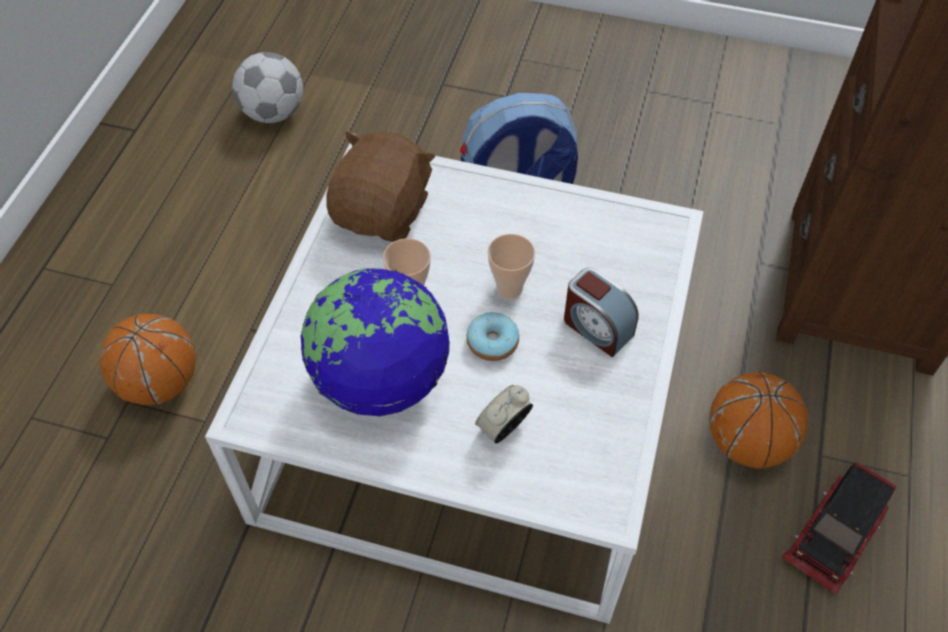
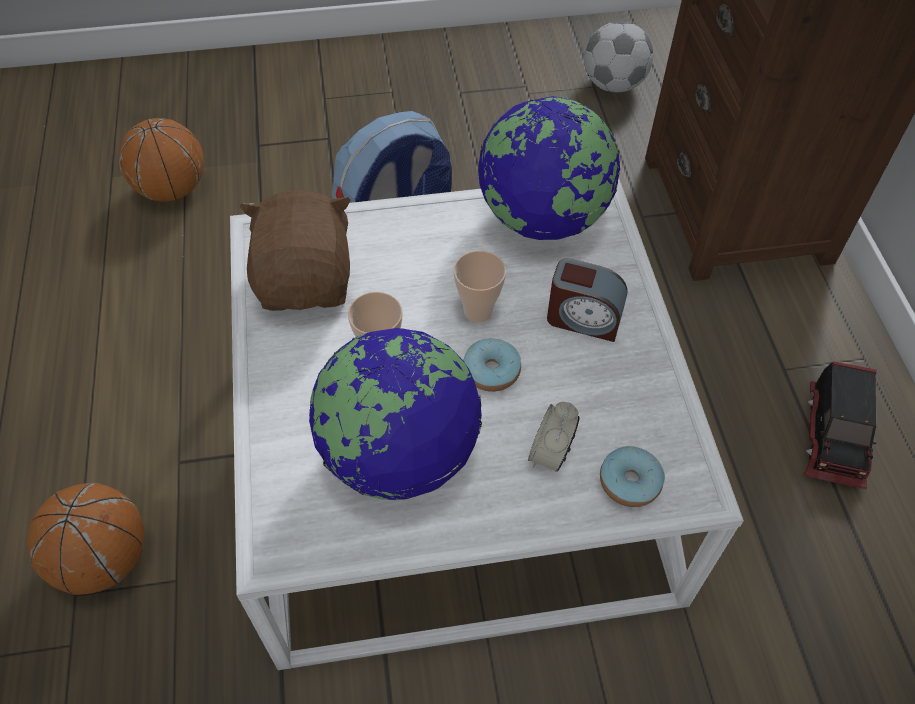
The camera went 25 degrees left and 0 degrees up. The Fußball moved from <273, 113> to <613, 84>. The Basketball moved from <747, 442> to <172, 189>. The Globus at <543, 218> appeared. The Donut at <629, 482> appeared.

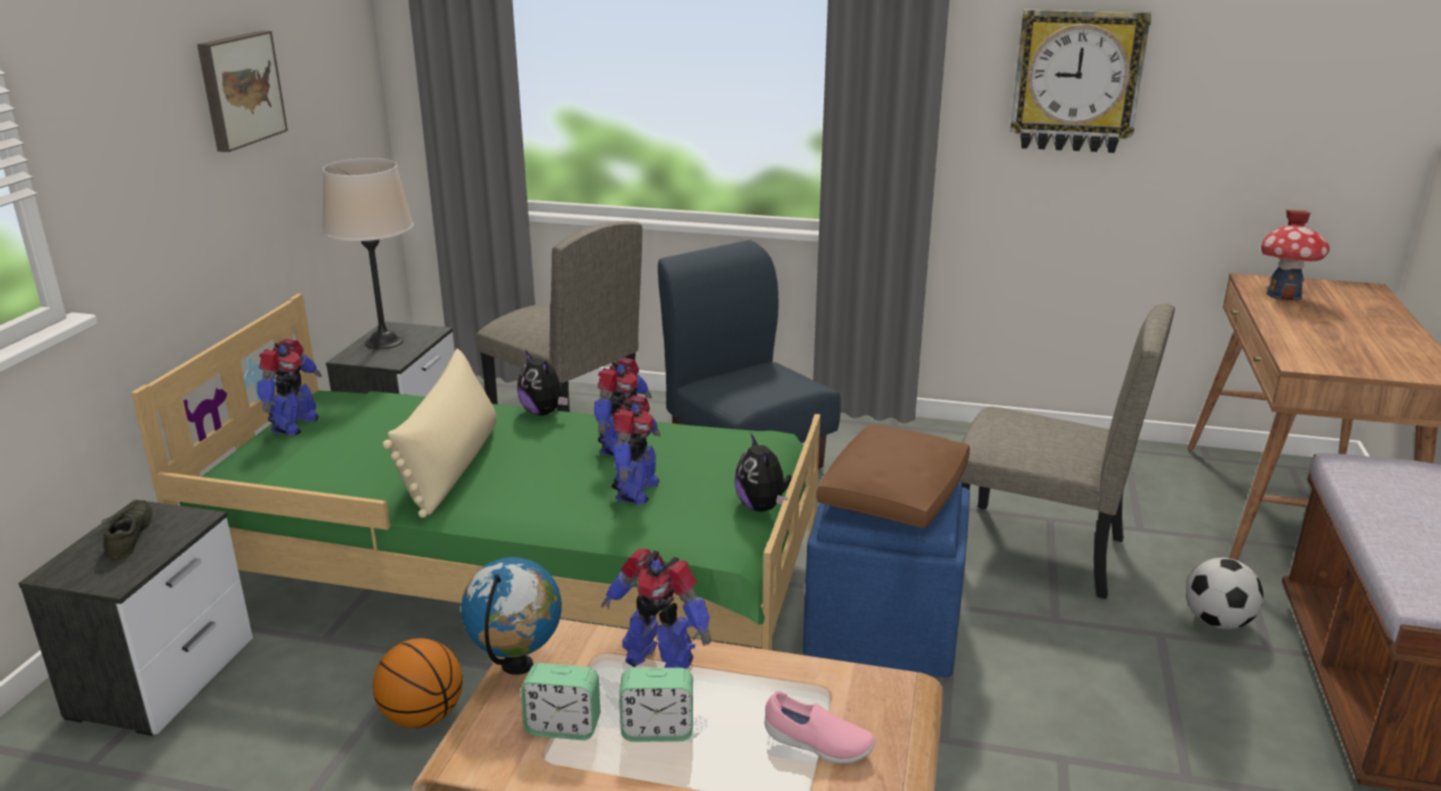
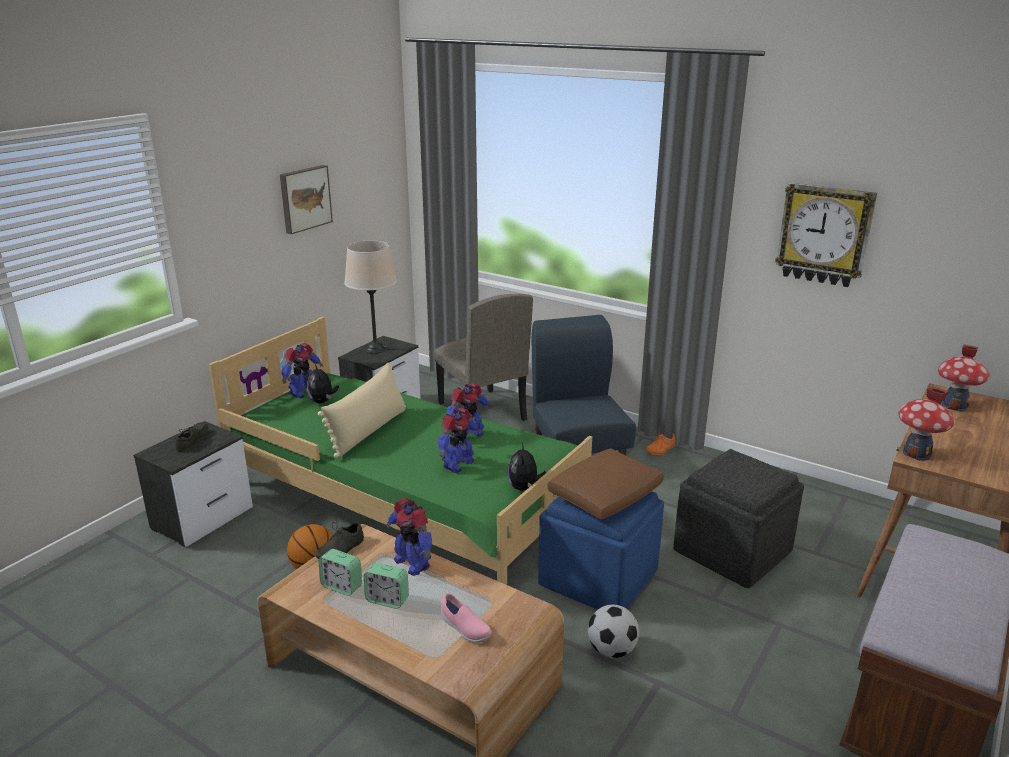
The camera went 20 degrees right and 0 degrees up. The Globus at <517, 666> was replaced by the Schuh (grau) at <339, 549>. The Plüschtier moved from <544, 412> to <322, 401>. The Stuhl (beige) at <1038, 550> was replaced by the Polsterhocker (grau) at <732, 552>. The Fußball moved from <1217, 622> to <612, 650>. The Schuh (orange) at <659, 449> appeared. The Spielzeughaus at <917, 453> appeared.

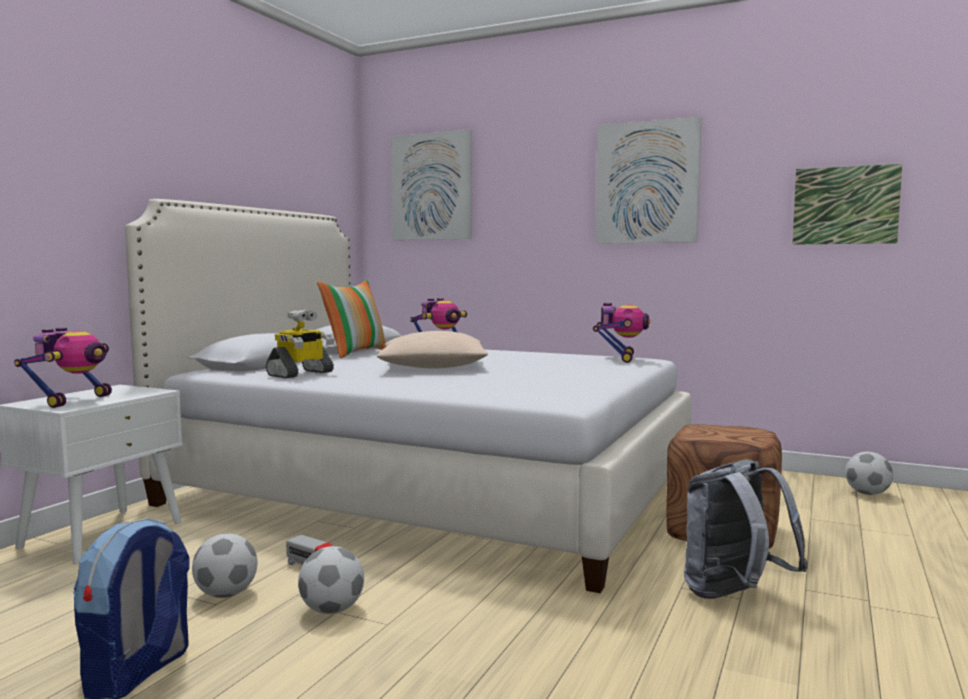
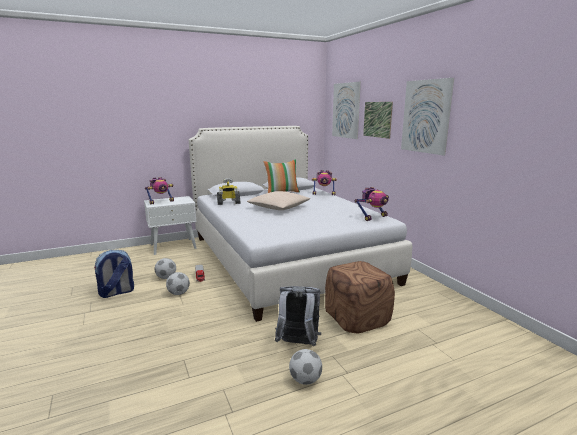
The camera went 40 degrees right and 10 degrees up. The Bild moved from <845, 205> to <377, 119>. The Fußball moved from <867, 493> to <305, 380>.

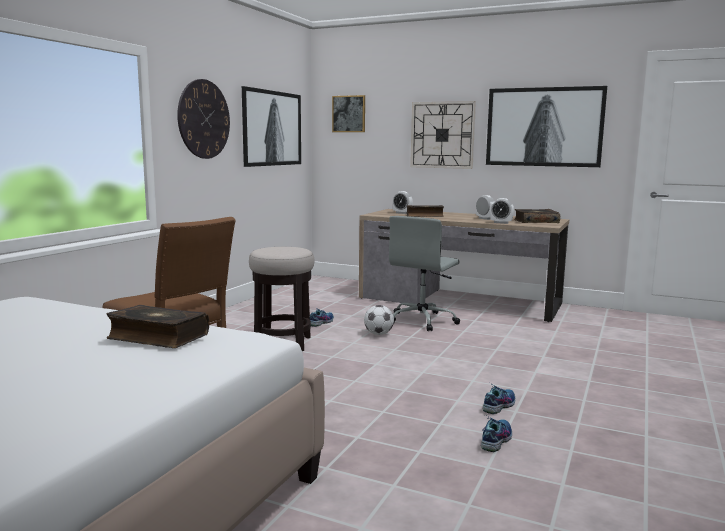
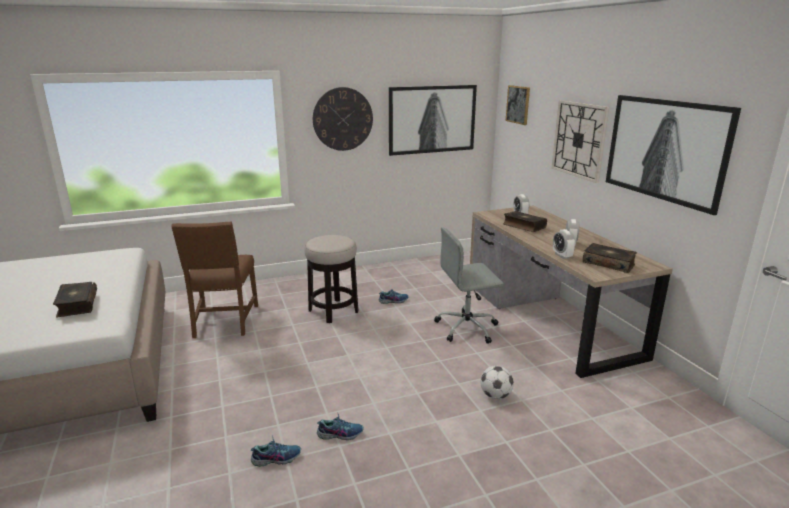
The camera went 45 degrees right and 10 degrees up. The Fußball moved from <378, 334> to <495, 395>.

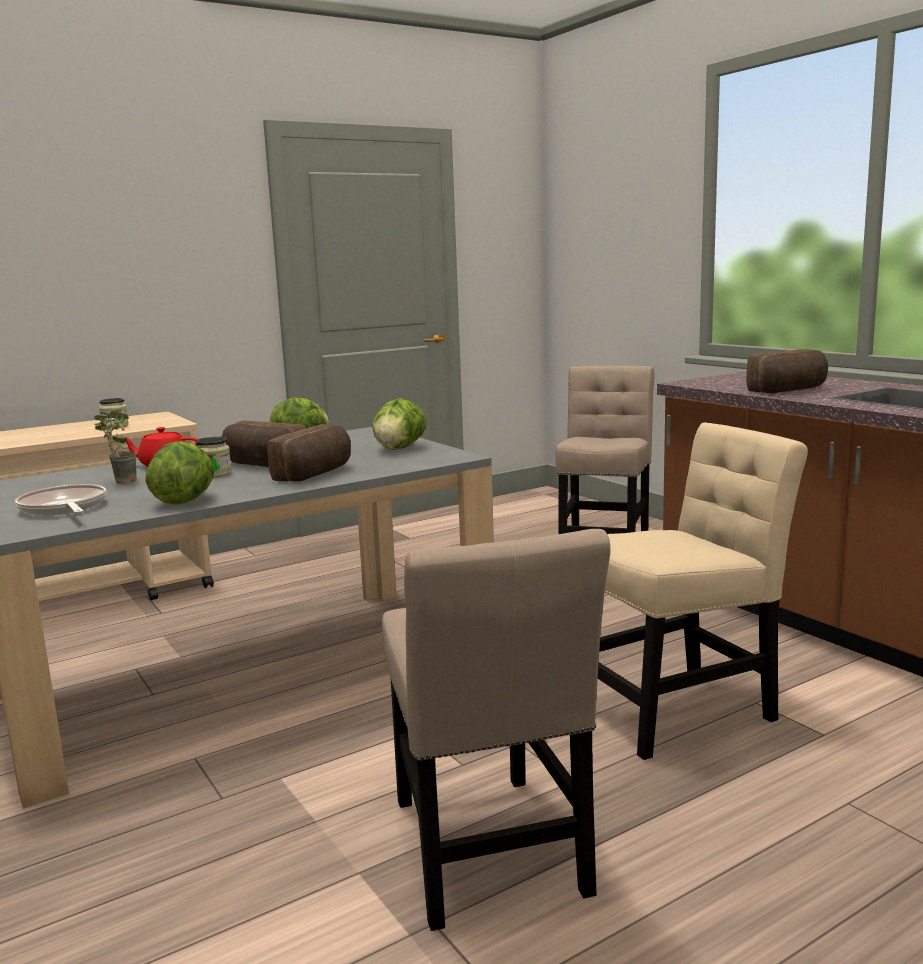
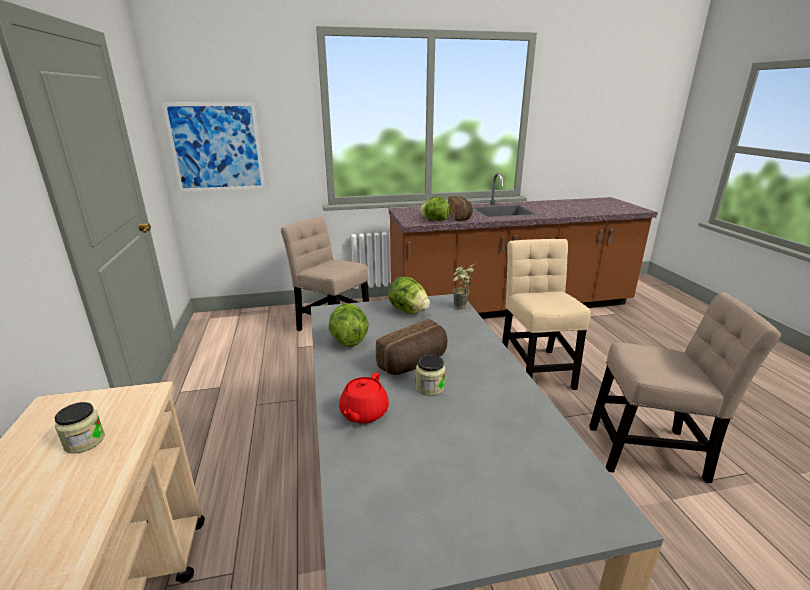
The camera went 70 degrees left and 10 degrees up. The Pfanne at <63, 508> disappeared. The Topfpflanze moved from <119, 482> to <460, 308>. The Salatkopf moved from <185, 501> to <434, 220>. The Brot at <316, 474> disappeared. The Bild at <216, 147> appeared.

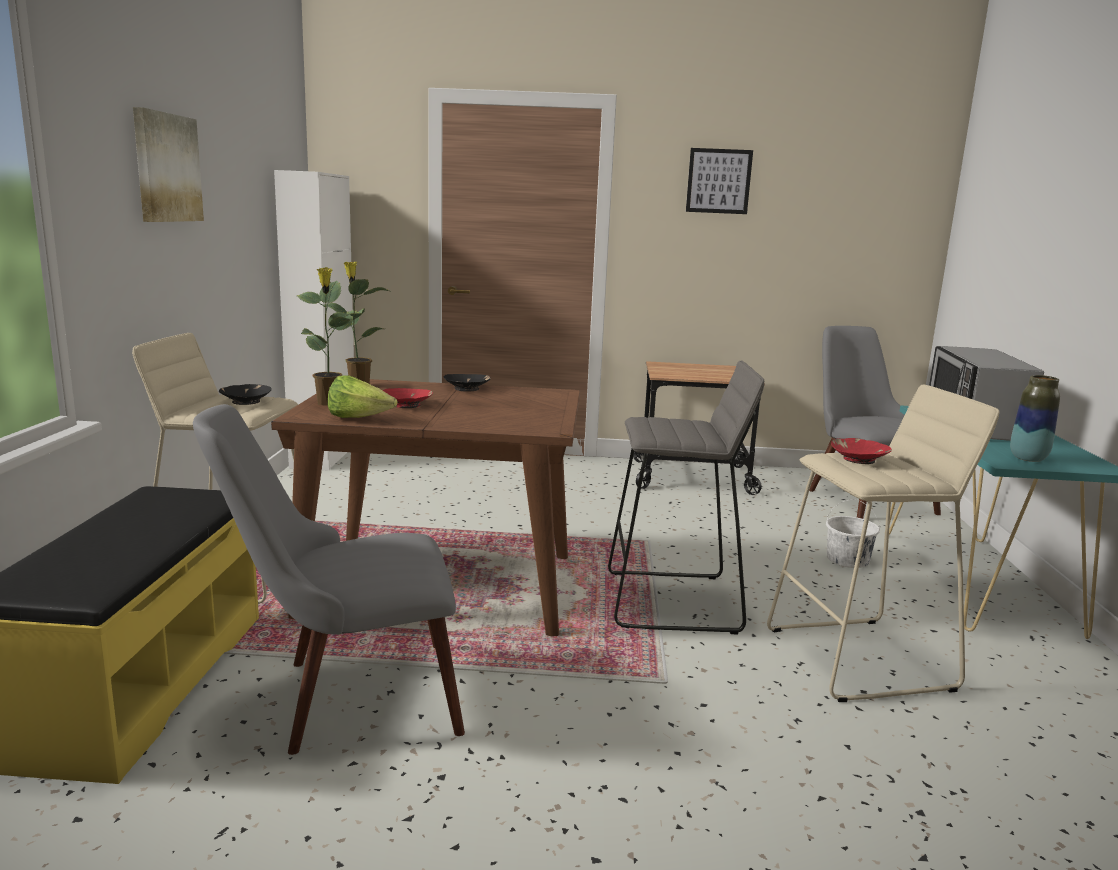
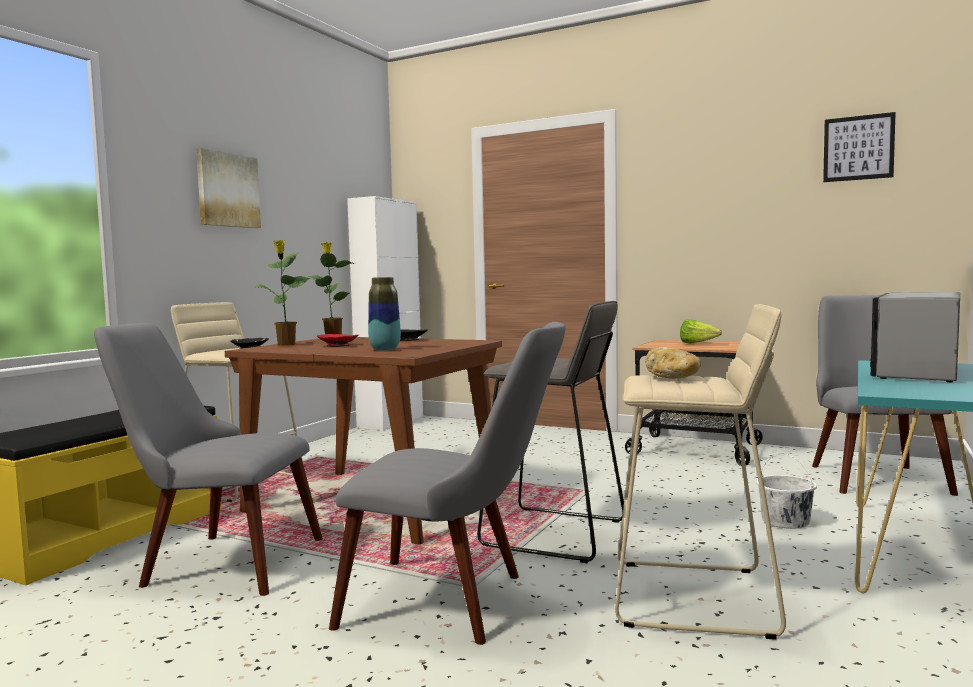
The camera went 25 degrees right and 10 degrees down. The Salatkopf moved from <359, 419> to <697, 344>. The Bild moved from <718, 181> to <858, 148>. The Schüssel (rot) at <859, 459> was replaced by the Brot at <673, 377>. The Vase moved from <1028, 458> to <385, 349>. The Stuhl (grau) at <457, 601> appeared.

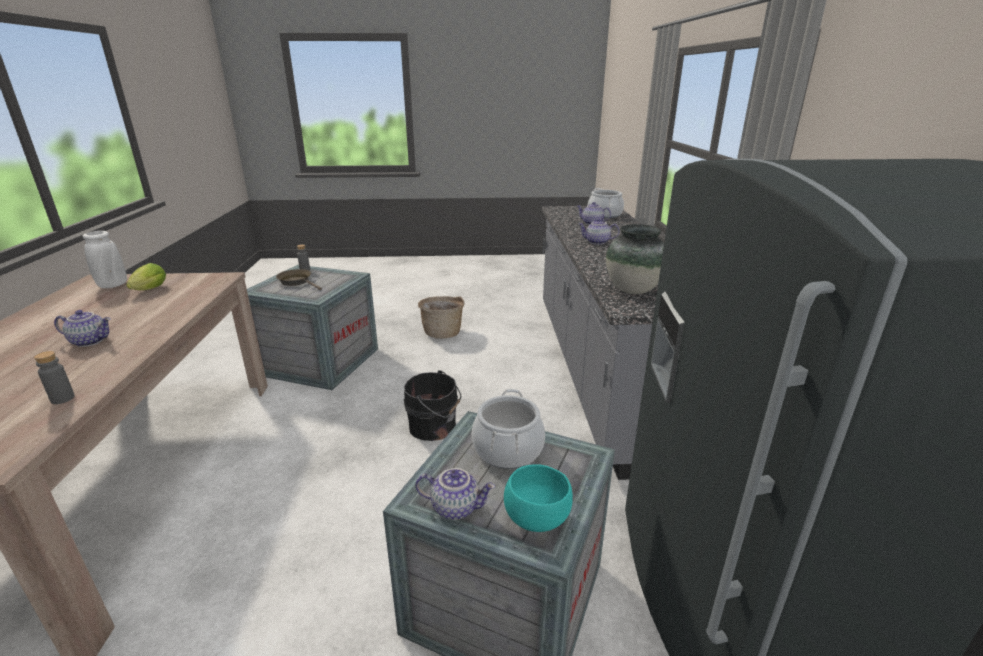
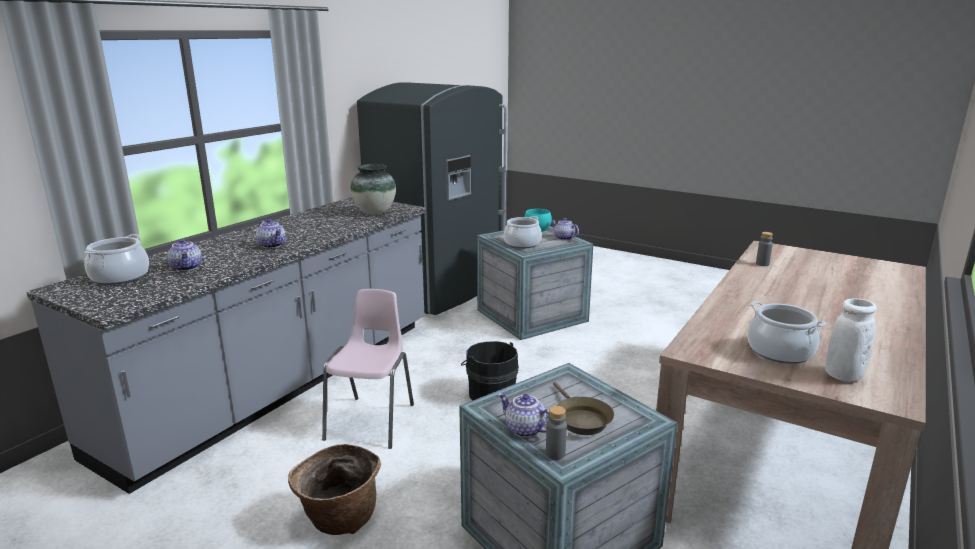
The camera went 145 degrees left and 5 degrees down. The Teekanne moved from <91, 341> to <524, 430>. The Salatkopf at <148, 290> was replaced by the Kochtopf at <780, 351>. The Stuhl (rosa) at <372, 421> appeared.

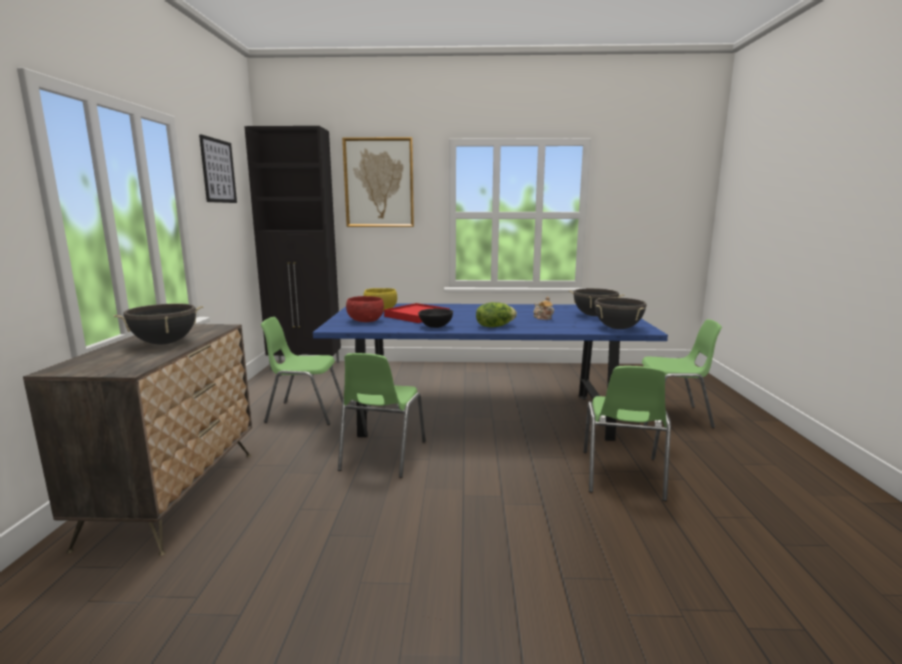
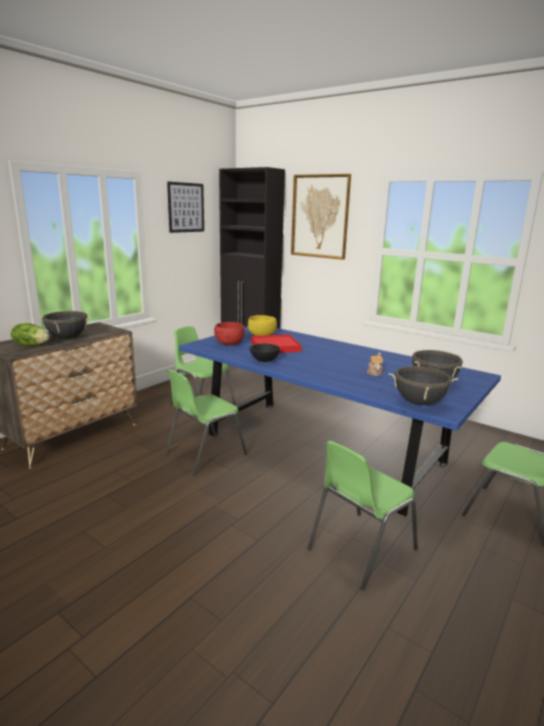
The camera went 35 degrees right and 5 degrees up. The Salatkopf moved from <494, 326> to <31, 345>.

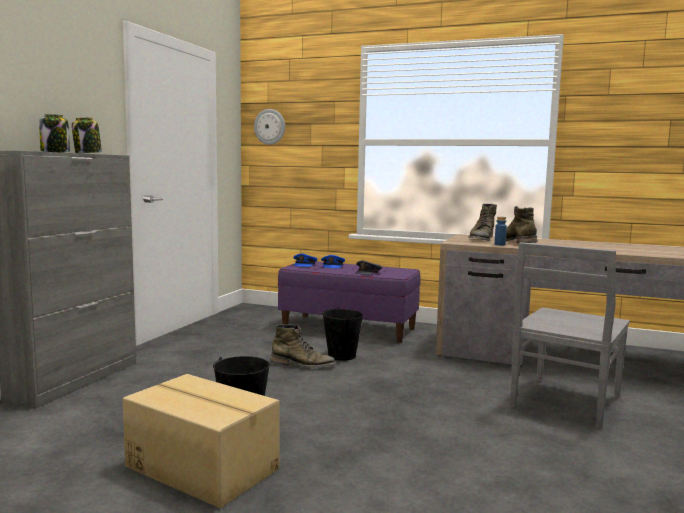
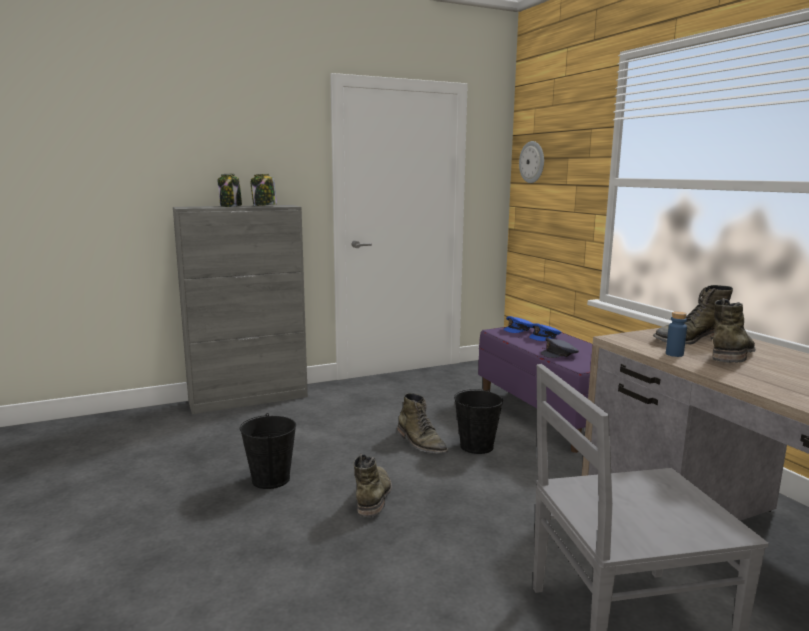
The camera went 45 degrees right and 5 degrees up. The Karton at <203, 467> disappeared. The Stiefel (grün) at <373, 496> appeared.

